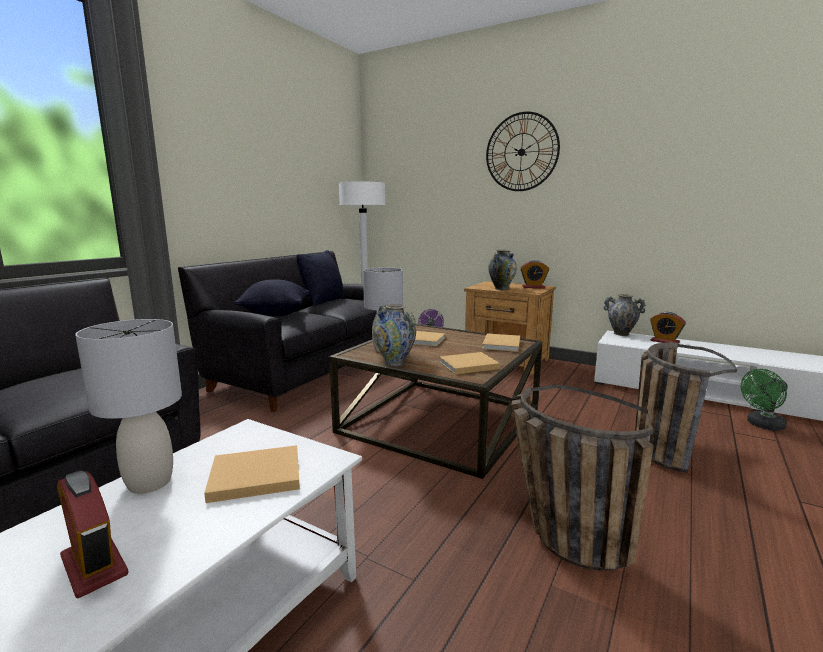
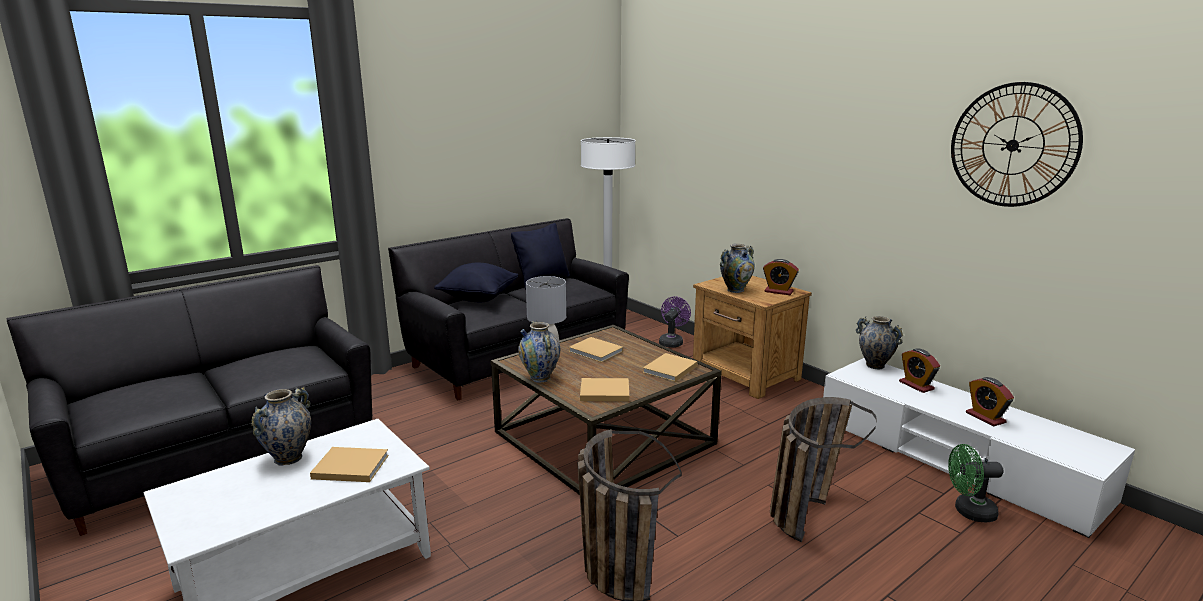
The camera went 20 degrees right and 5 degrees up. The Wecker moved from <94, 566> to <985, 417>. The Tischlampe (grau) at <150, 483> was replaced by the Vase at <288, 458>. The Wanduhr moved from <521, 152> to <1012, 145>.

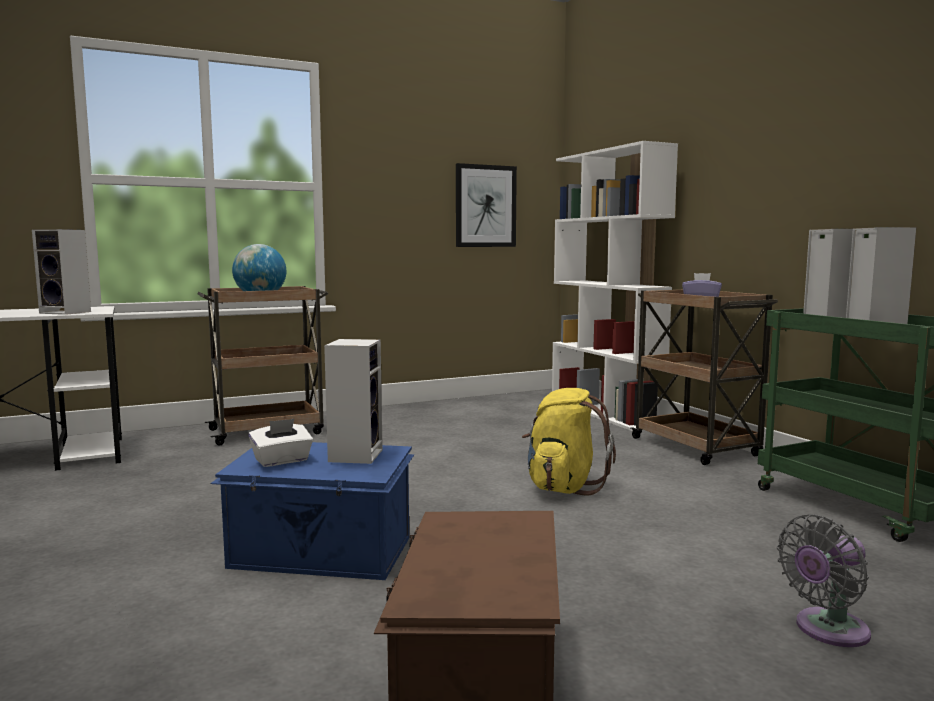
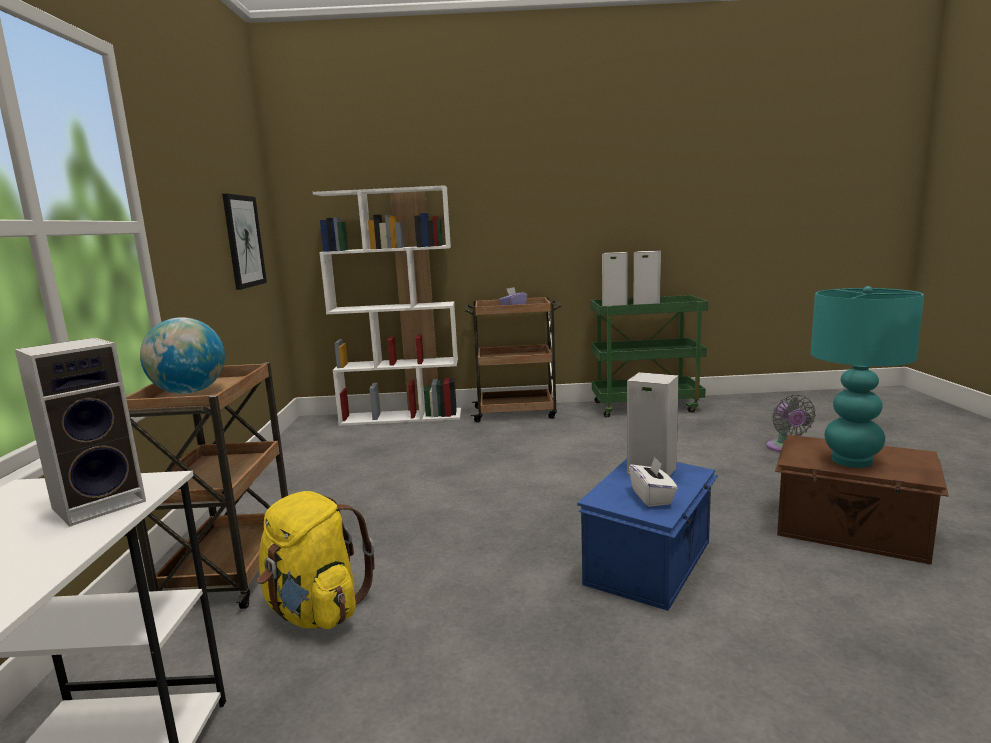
The camera went 65 degrees left and 5 degrees up. The Rucksack (gelb) moved from <563, 487> to <315, 611>. The Tischlampe (türkis) at <851, 460> appeared.

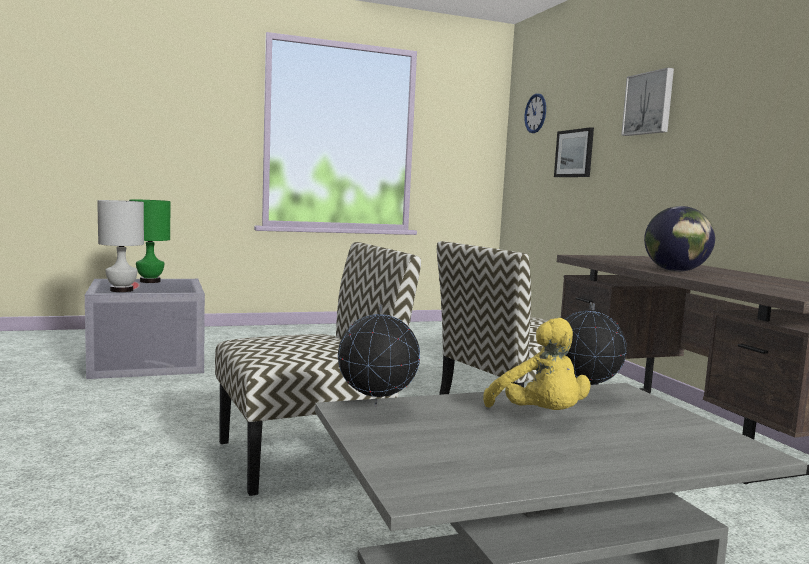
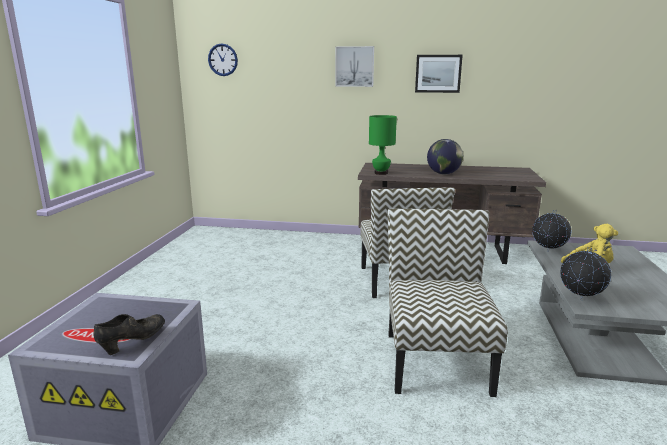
The camera went 60 degrees left and 10 degrees up. The Tischlampe (weiß) at <121, 290> was replaced by the Schuh (schwarz) at <133, 342>. The Tischlampe (grün) moved from <150, 281> to <381, 173>. The Bild moved from <574, 153> to <438, 73>.

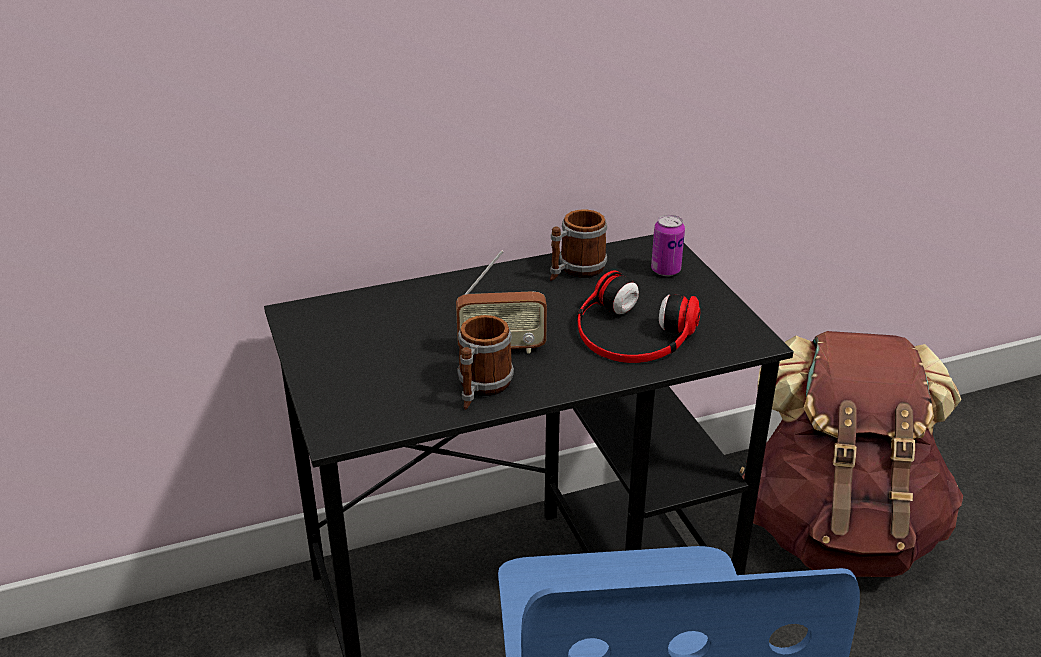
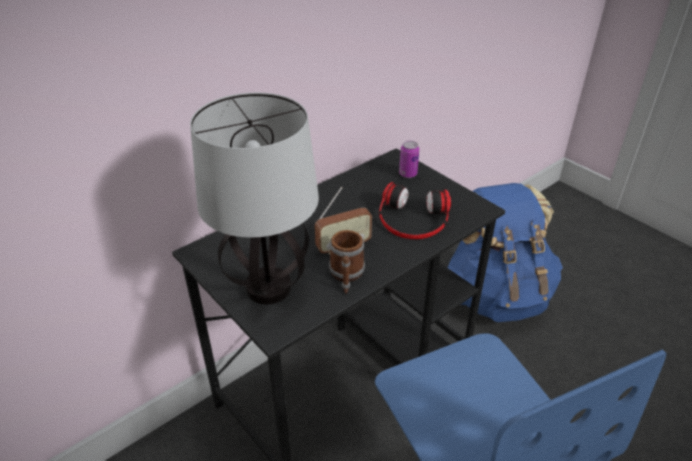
The camera went 20 degrees left and 5 degrees up. The Henkelbecher at <575, 270> disappeared. The Rucksack (braun) at <837, 530> became the Rucksack (blau) at <495, 294>. The Tischlampe at <268, 287> appeared.

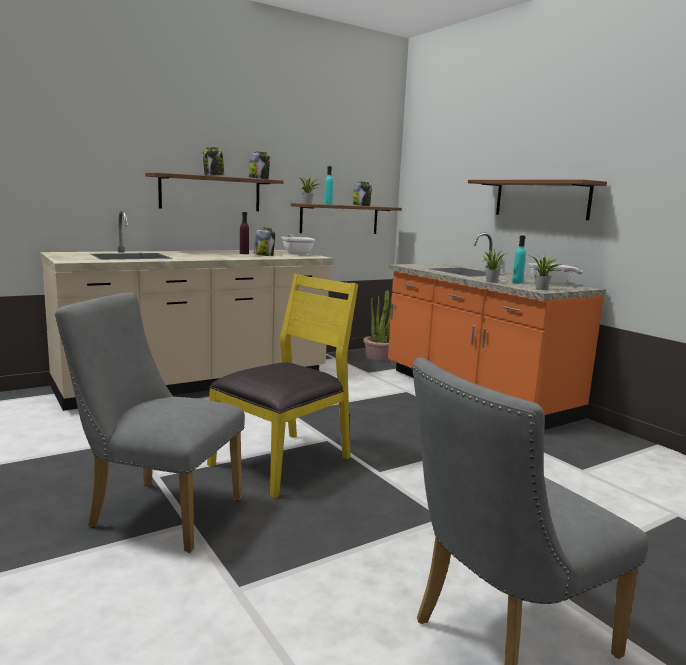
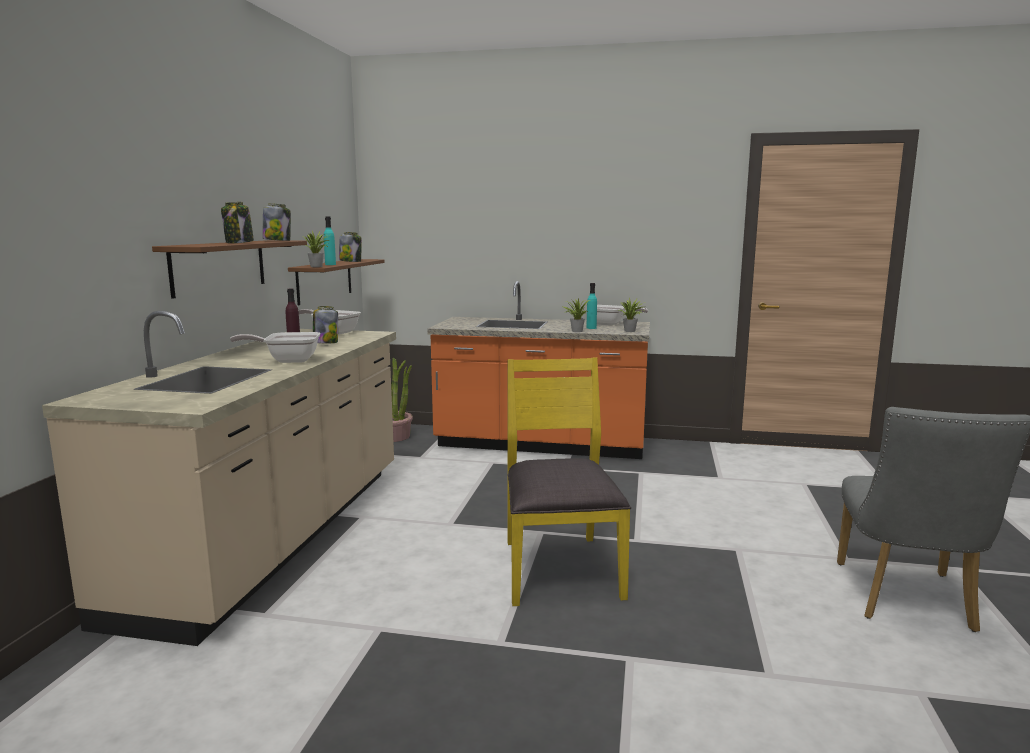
The camera went 45 degrees left and 0 degrees up. The Stuhl (grau) at <157, 511> disappeared. The Wandregal (braun) at <541, 199> disappeared. The Pfanne at <287, 360> appeared.

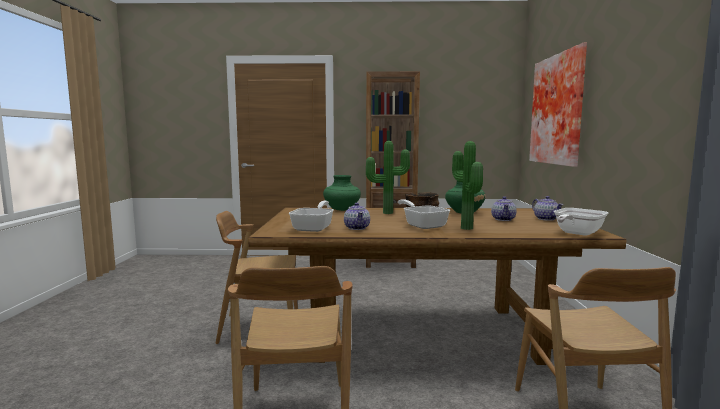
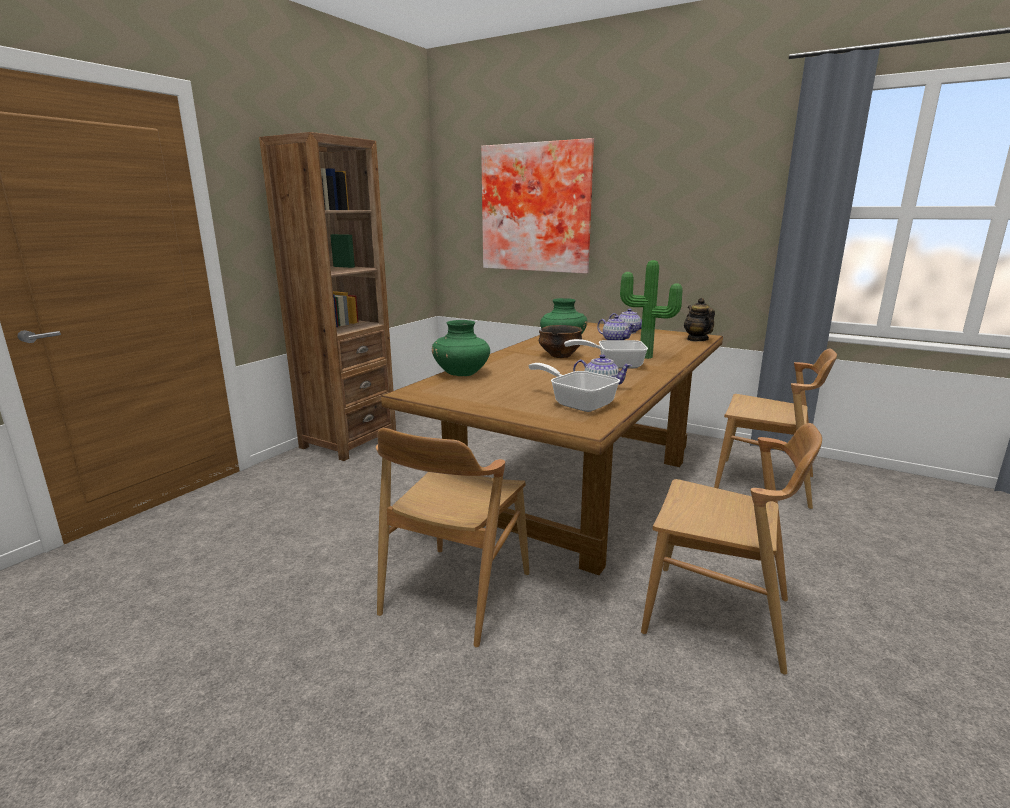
The camera went 60 degrees left and 10 degrees up. The Topfpflanze at <387, 212> disappeared. The Pfanne at <576, 233> was replaced by the Teekanne at <697, 339>.

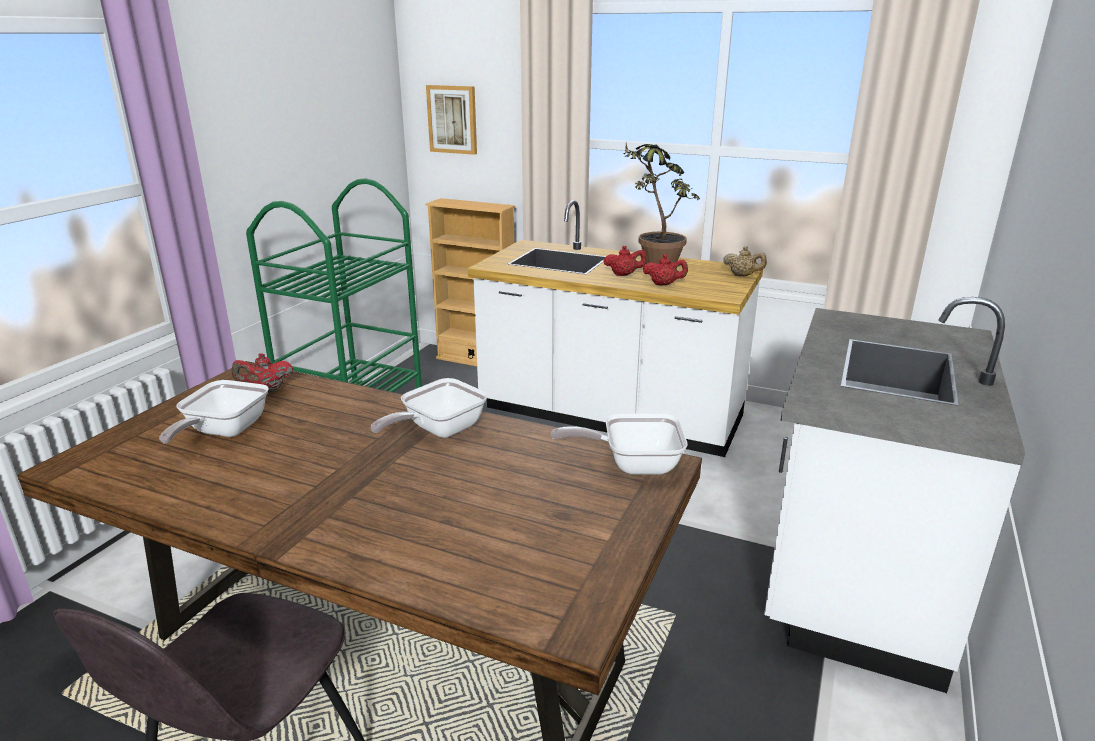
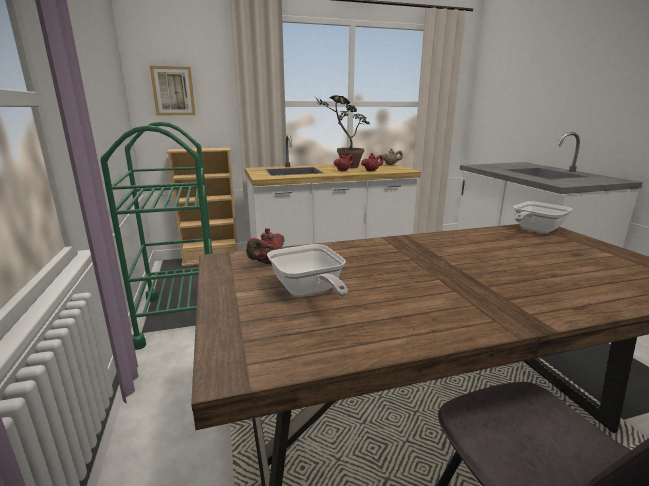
The camera went 40 degrees left and 5 degrees down. The Pfanne at <438, 430> disappeared.

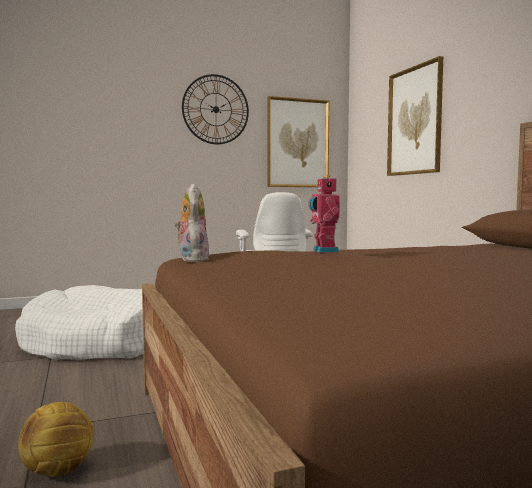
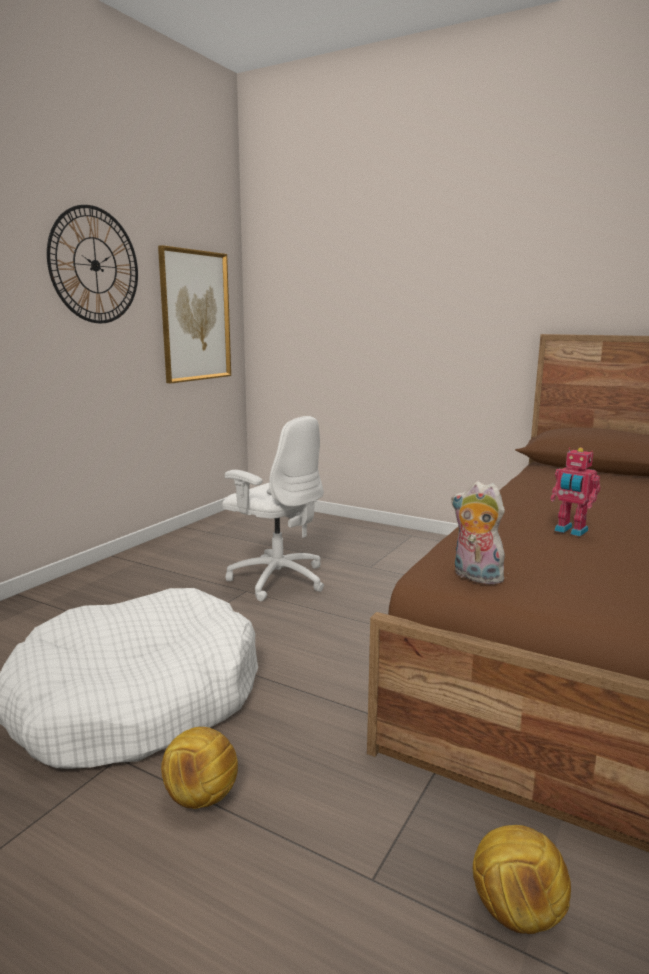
The camera went 40 degrees left and 10 degrees up. The Bild at <414, 121> disappeared. The Fußball at <200, 797> appeared.

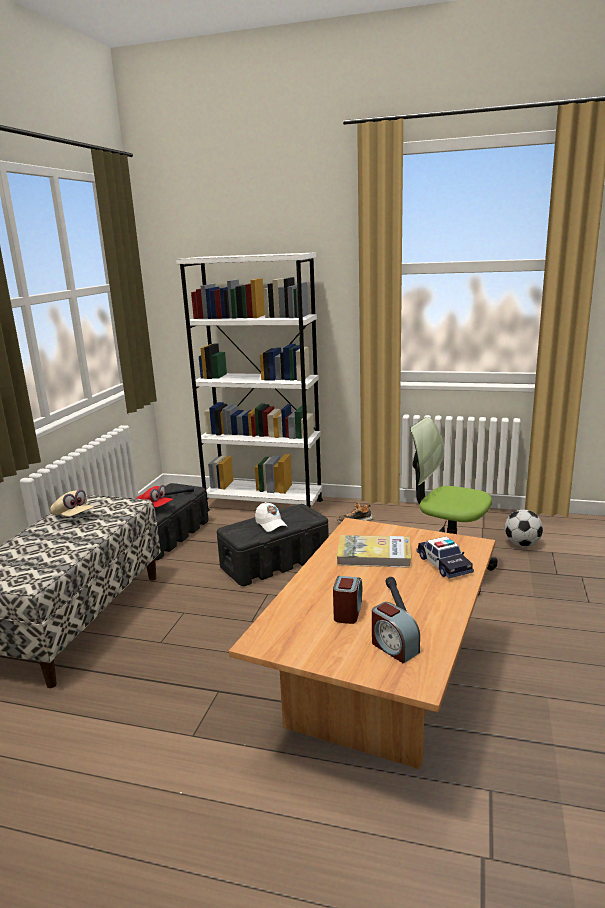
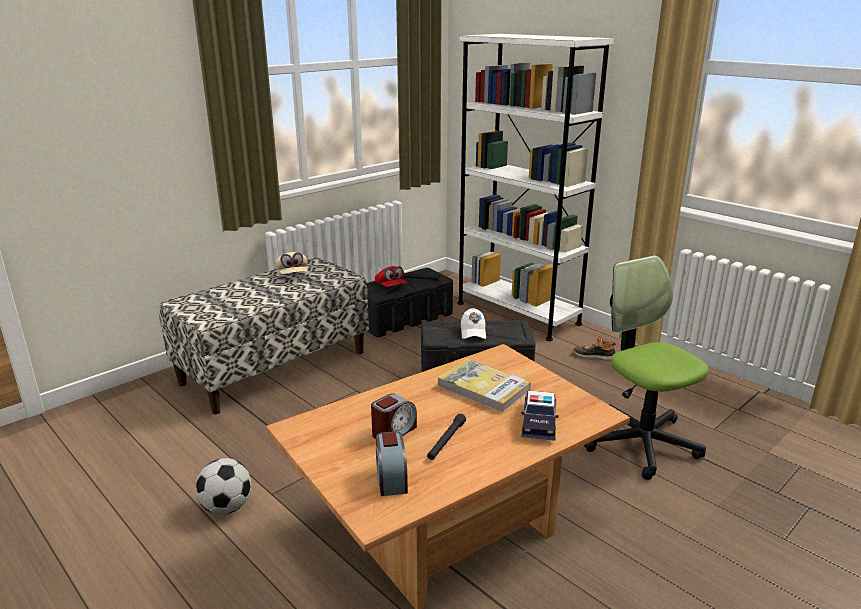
The camera went 30 degrees right and 5 degrees up. The Fußball moved from <522, 544> to <227, 507>.

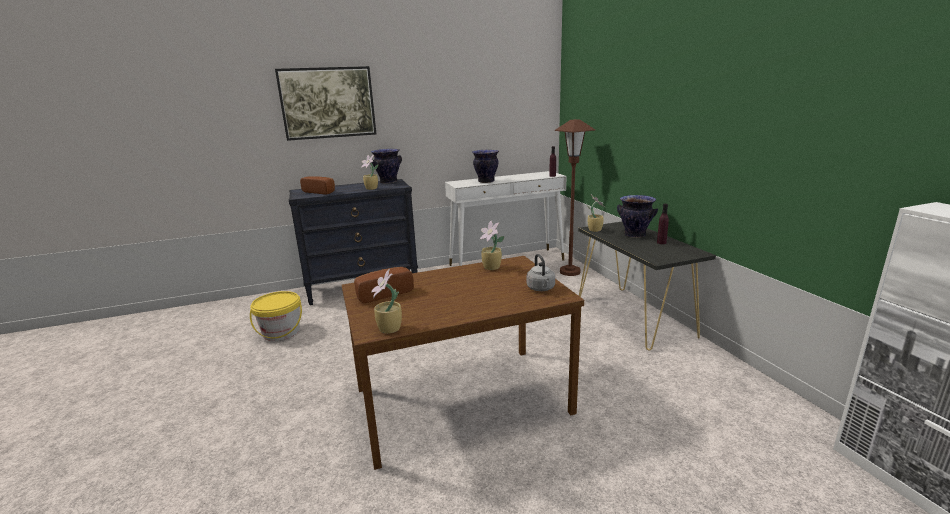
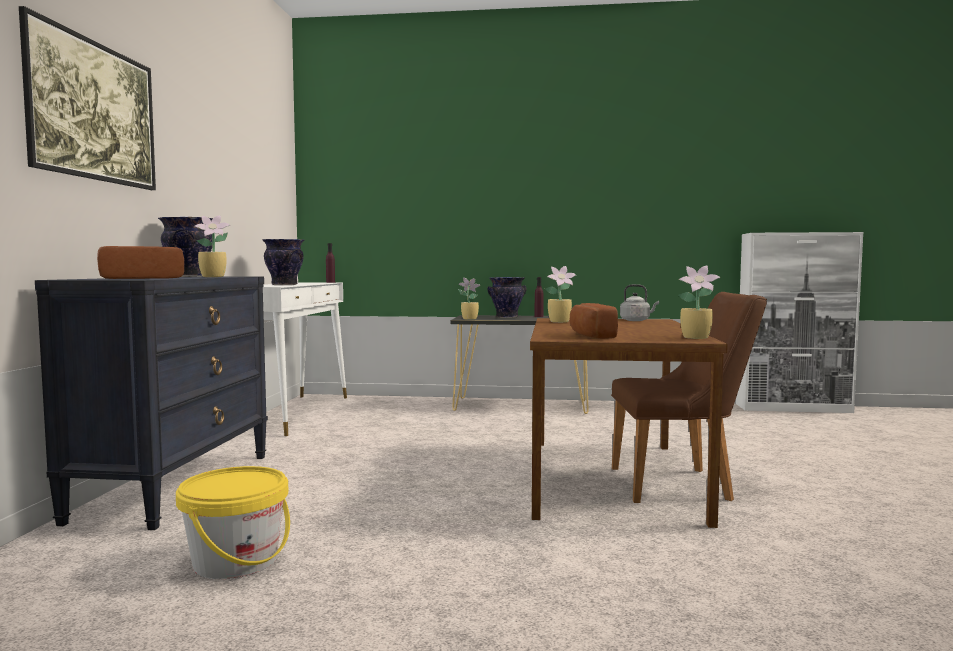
The camera went 65 degrees left and 15 degrees down. The Stehlampe (braun) at <570, 272> disappeared. The Stuhl (braun) at <682, 484> appeared.

